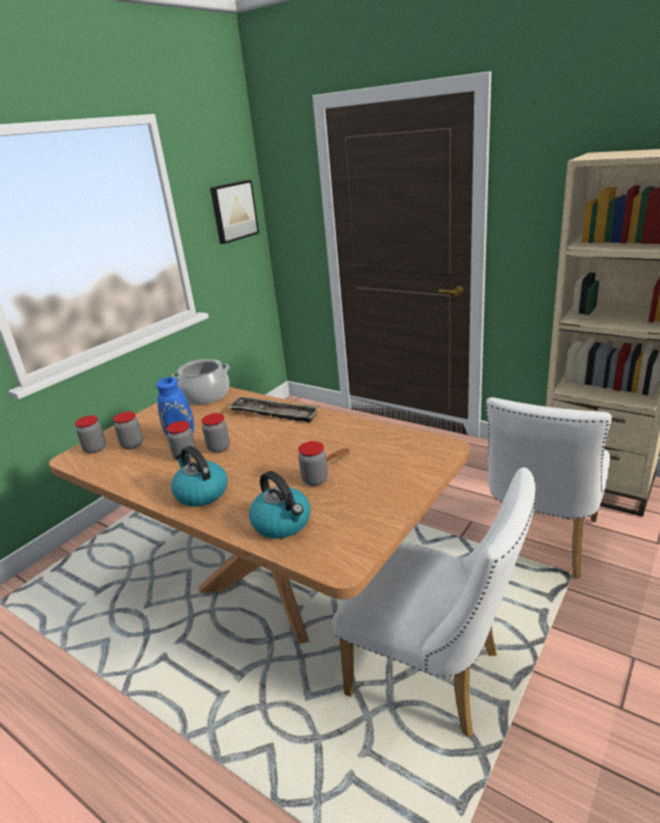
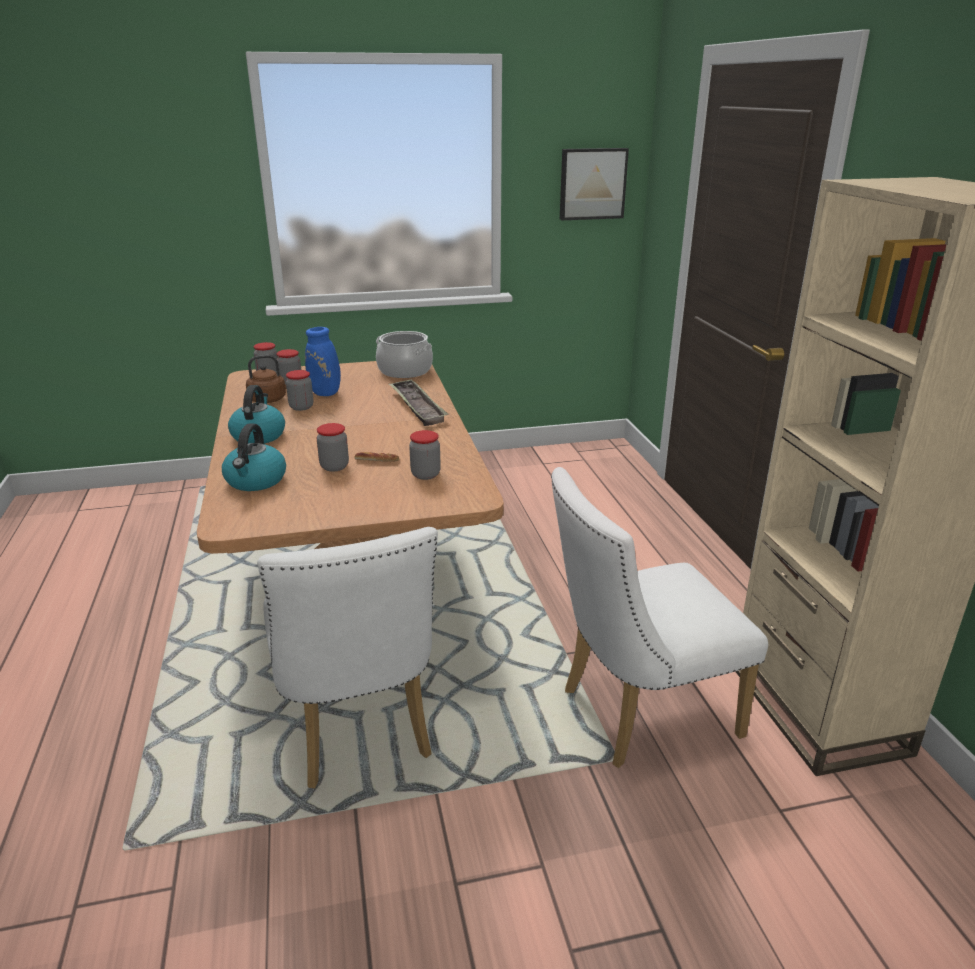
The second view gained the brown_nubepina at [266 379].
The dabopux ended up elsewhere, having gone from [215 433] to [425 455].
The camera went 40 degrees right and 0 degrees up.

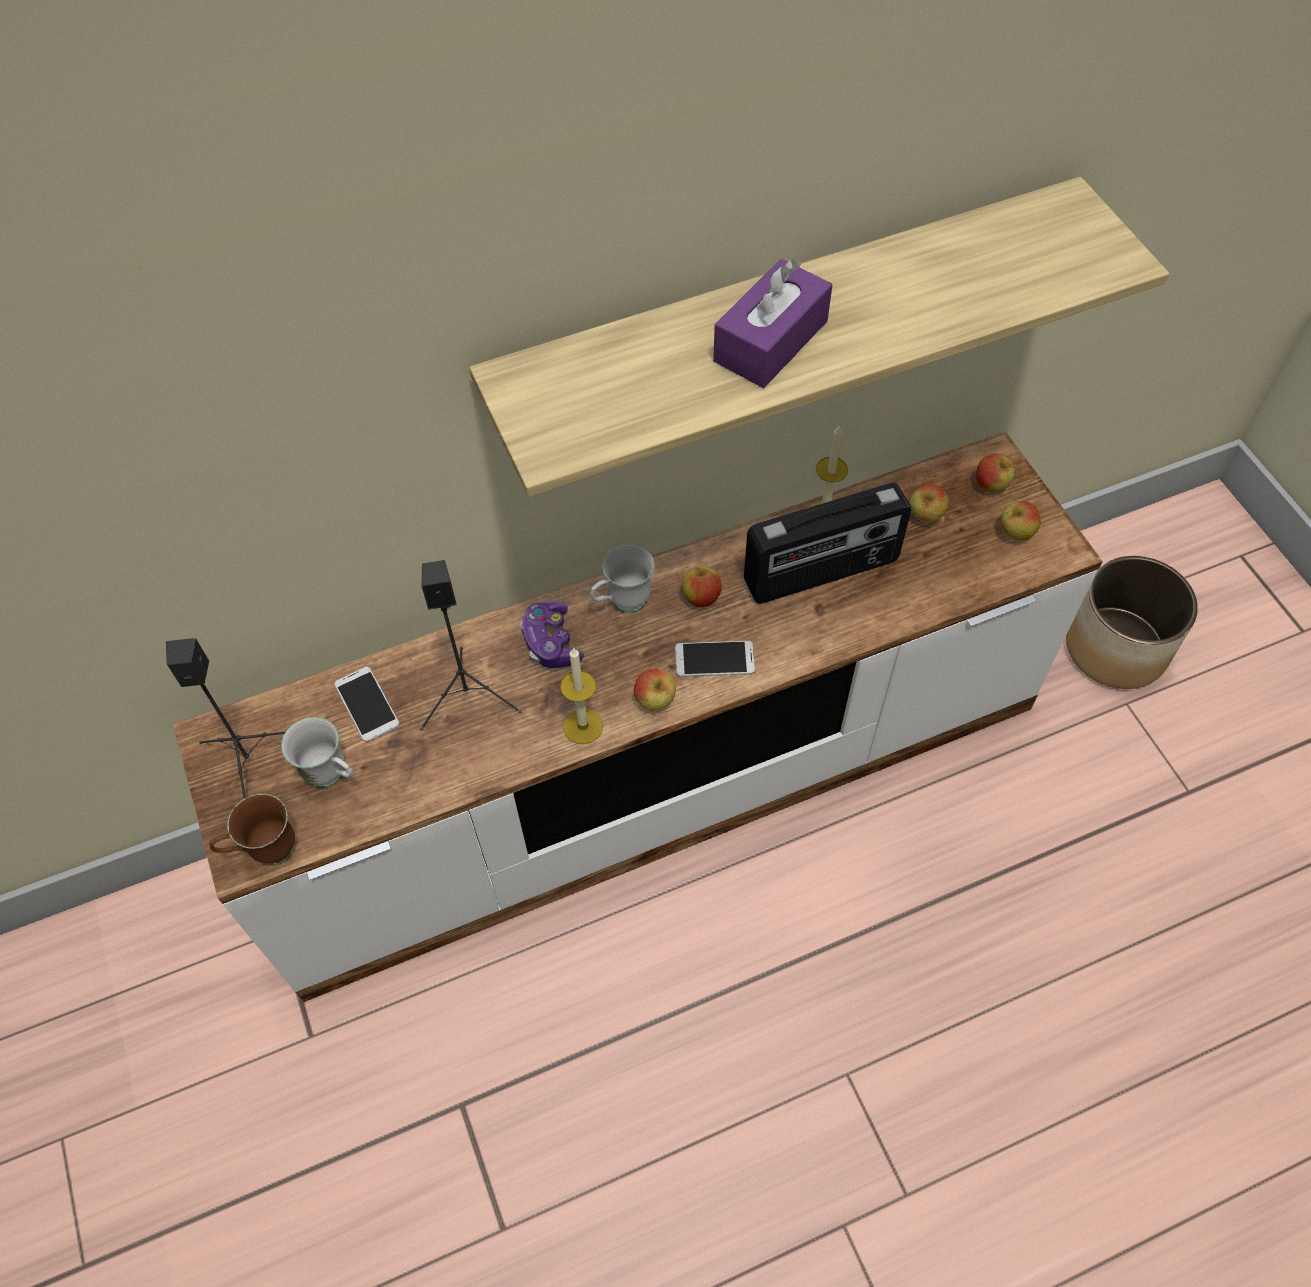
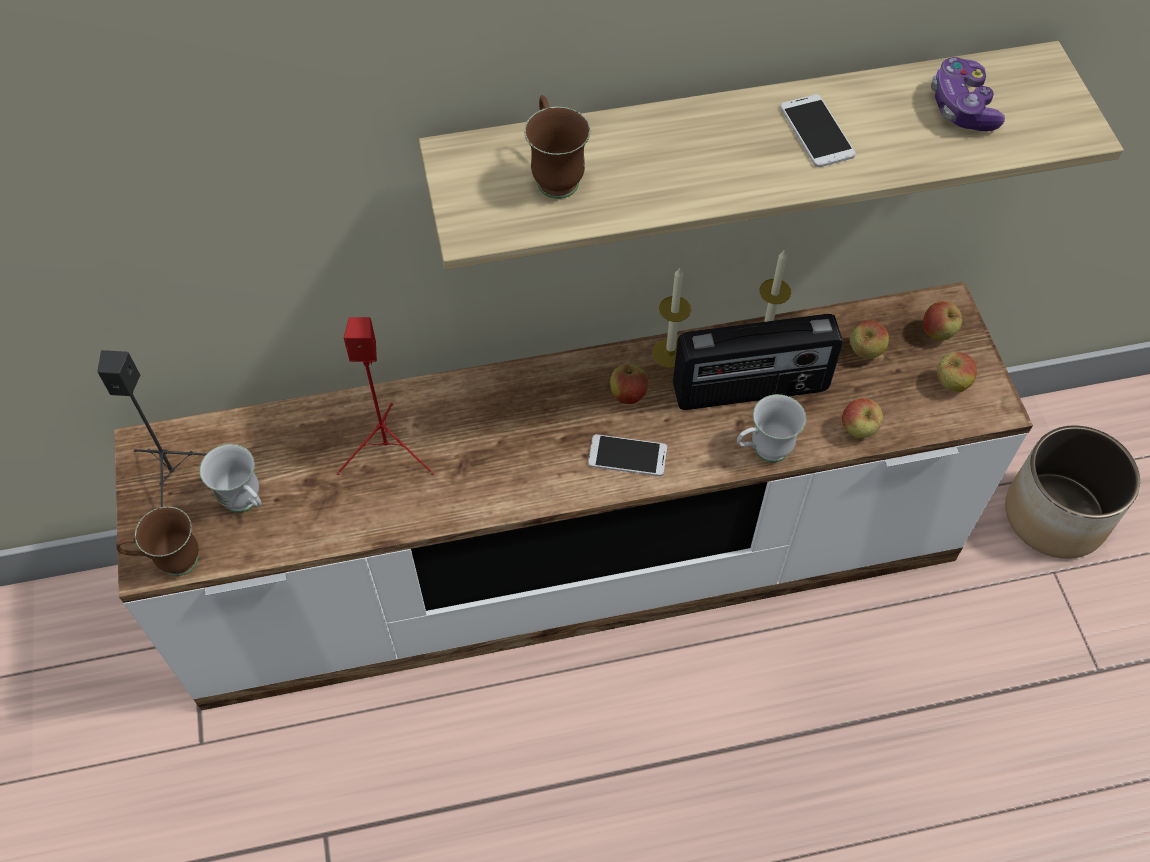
The second view lost the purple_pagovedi at [772 323].
The second view gained the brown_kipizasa at [557 147].
The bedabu ended up elsewhere, having gone from [367 704] to [818 130].
The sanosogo ended up elsewhere, having gone from [552 634] to [968 94].
The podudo ended up elsewhere, having gone from [581 696] to [671 317].
The white_kipizasa ended up elsewhere, having gone from [622 578] to [771 428].
The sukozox ended up elsewhere, having gone from [655 689] to [862 418].
What was the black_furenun at [471 645] turned into the red_furenun at [385 396].
The camera went 10 degrees right and 0 degrees up.

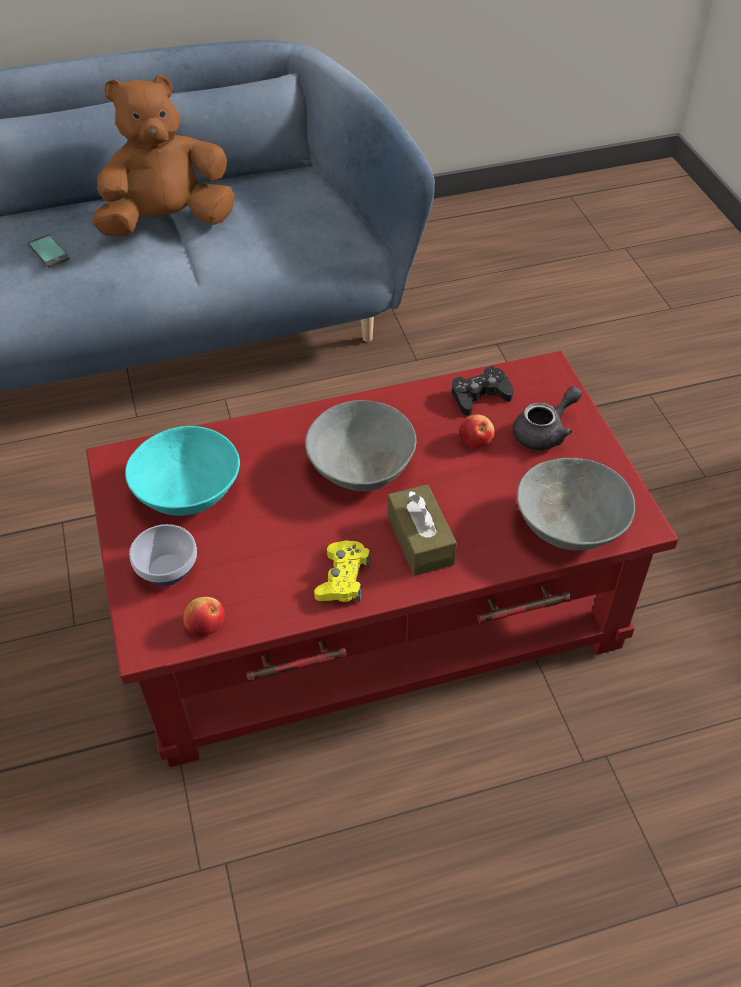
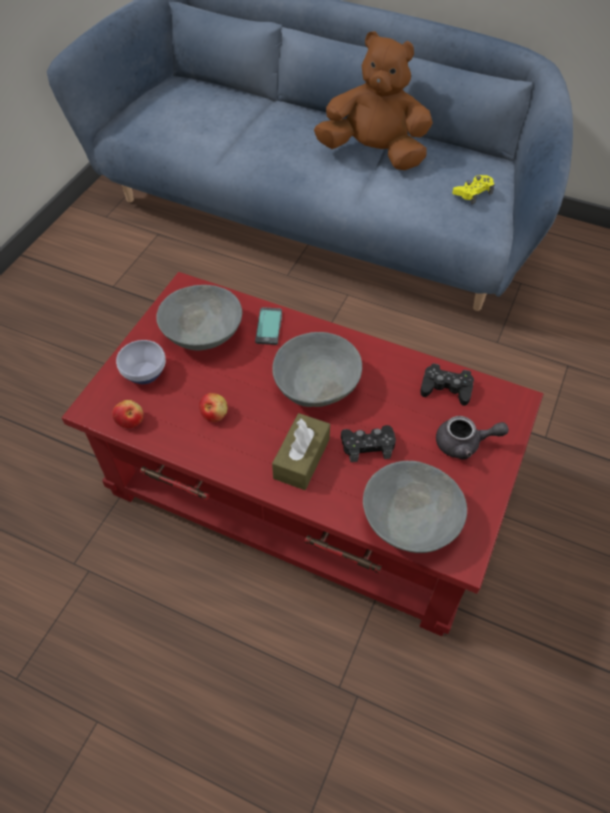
The second view gained the black_sanosogo at [368 443].
The bedabu ended up elsewhere, having gone from [48 251] to [268 326].
The yellow_sanosogo ended up elsewhere, having gone from [342 571] to [473 190].
The sukozox ended up elsewhere, having gone from [477 431] to [213 407].
What was the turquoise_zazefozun at [182 471] turned into the grey_zazefozun at [199 318].
The camera went 40 degrees right and 5 degrees up.

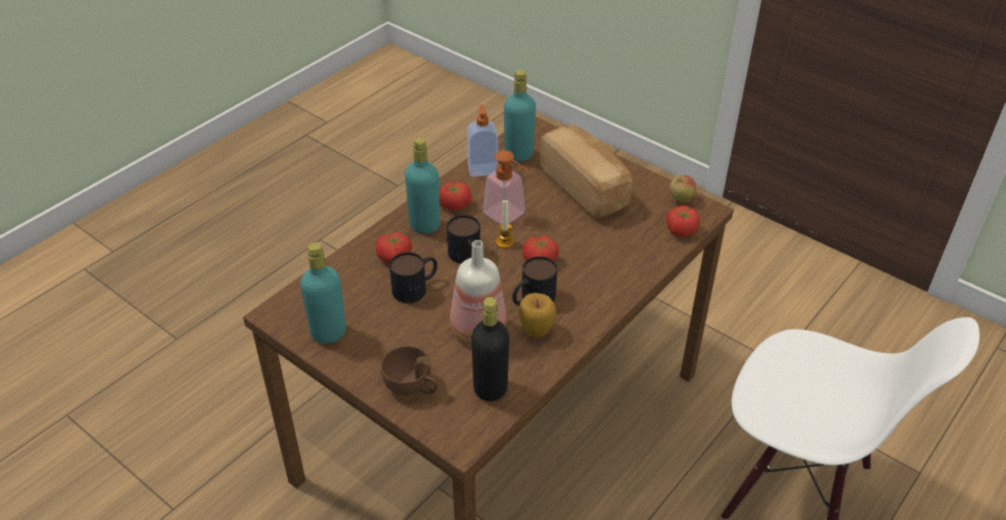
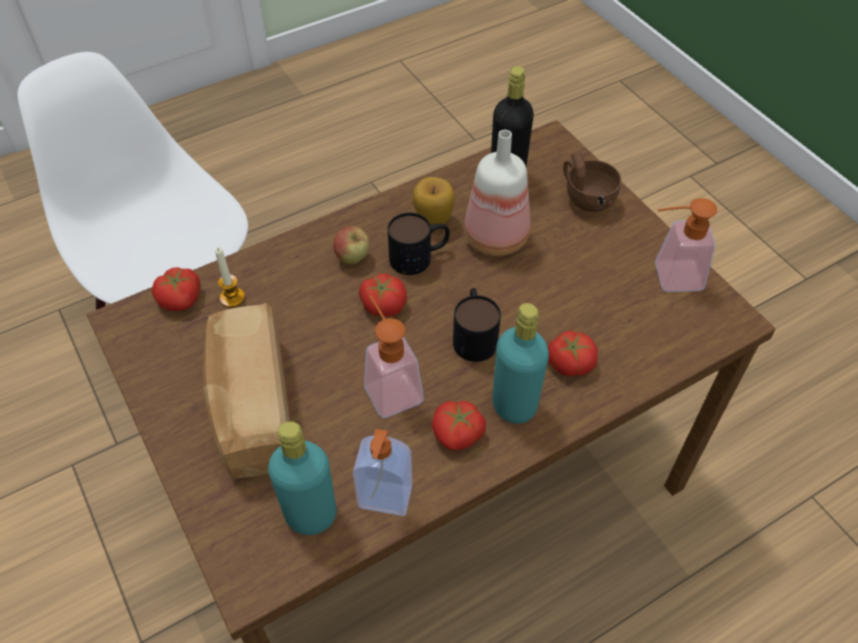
The second view lost the kipizasa at [413 277].
The podudo ended up elsewhere, having gone from [505 223] to [230 277].
The sukozox ended up elsewhere, having gone from [683 189] to [351 245].
Where the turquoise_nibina stood at [323 293], the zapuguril came to stand at [686 245].
The camera went 160 degrees left and 10 degrees up.

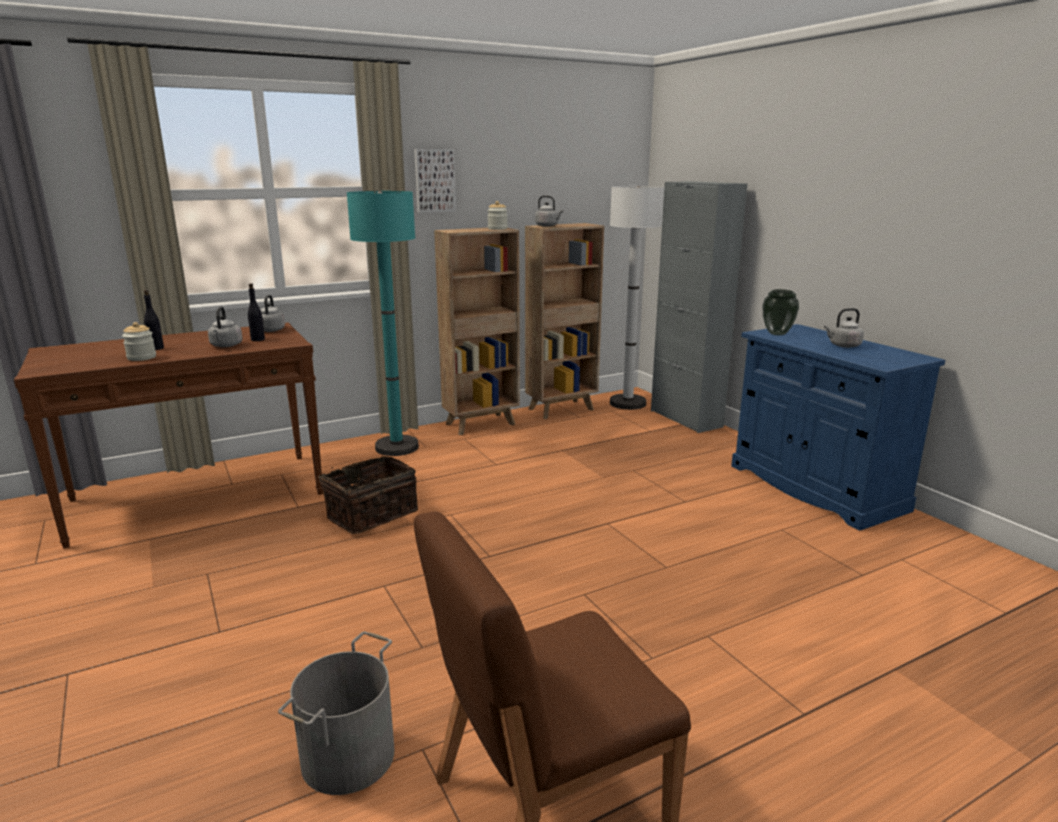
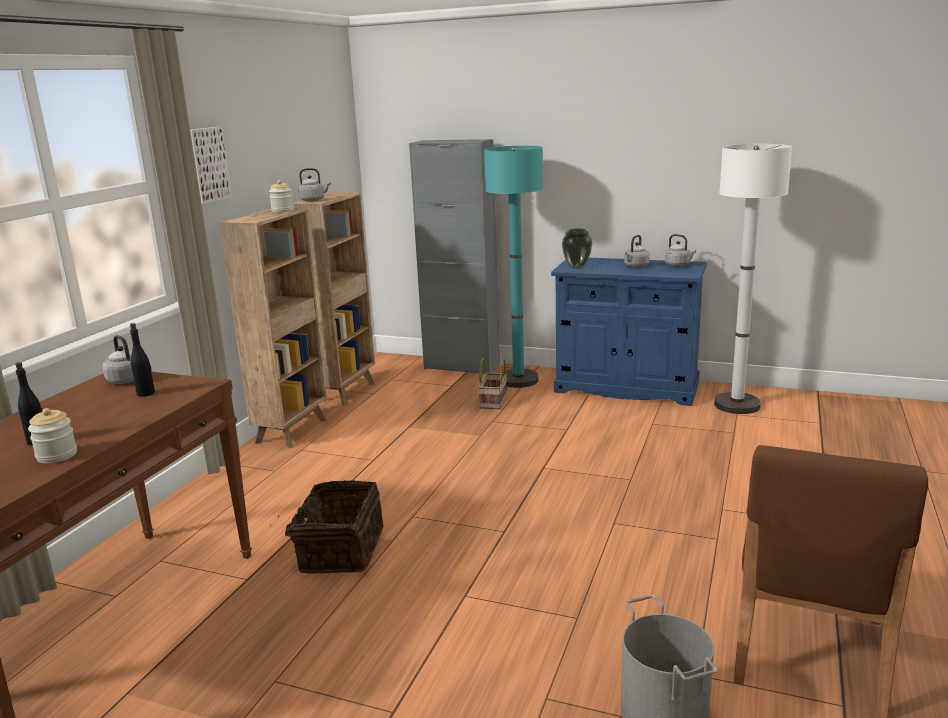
The second view gained the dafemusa at [492 383].
The grey_nubepina ended up elsewhere, having gone from [225 327] to [680 250].
The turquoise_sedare ended up elsewhere, having gone from [383 323] to [513 267].
The white_sedare ended up elsewhere, having gone from [637 298] to [753 279].
The camera went 40 degrees left and 0 degrees up.

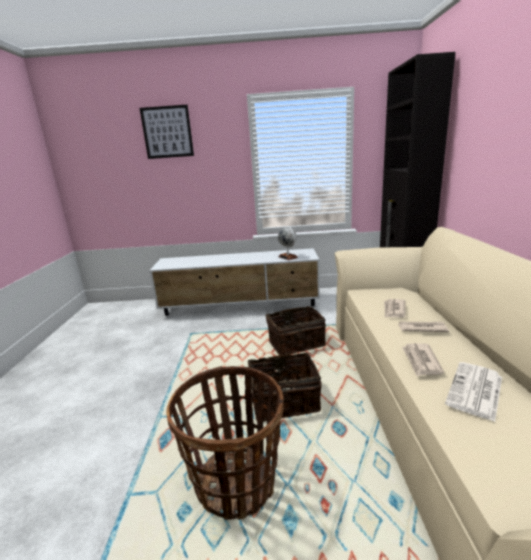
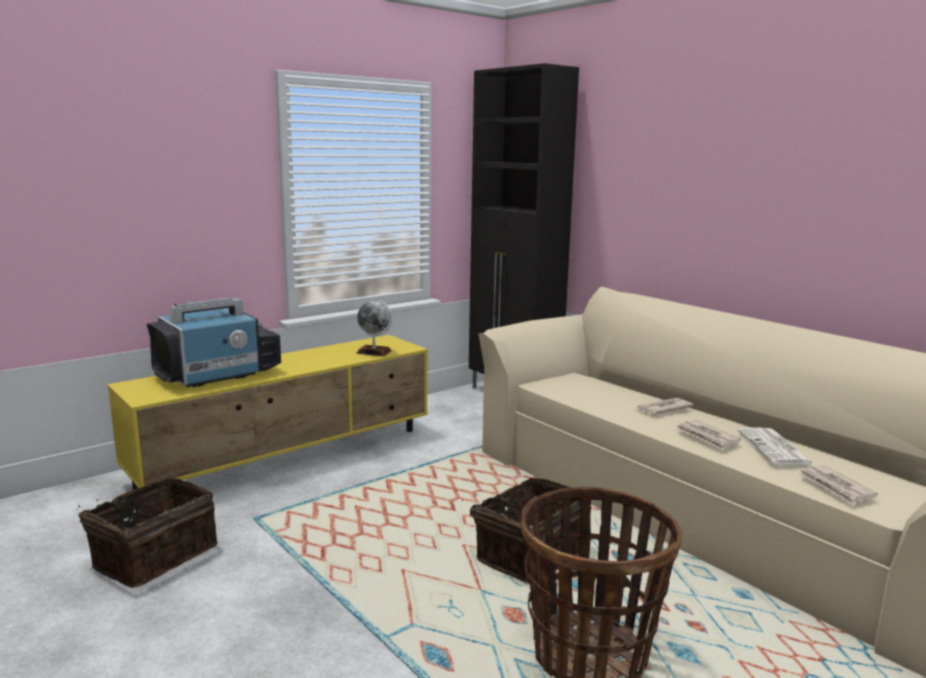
The second view lost the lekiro at [167 132].
The second view gained the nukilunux at [214 342].
The dafemusa ended up elsewhere, having gone from [295 331] to [147 533].
The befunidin ended up elsewhere, having gone from [395 308] to [838 485].
What was the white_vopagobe at [234 282] turned into the yellow_vopagobe at [267 412].
The camera went 40 degrees left and 5 degrees down.

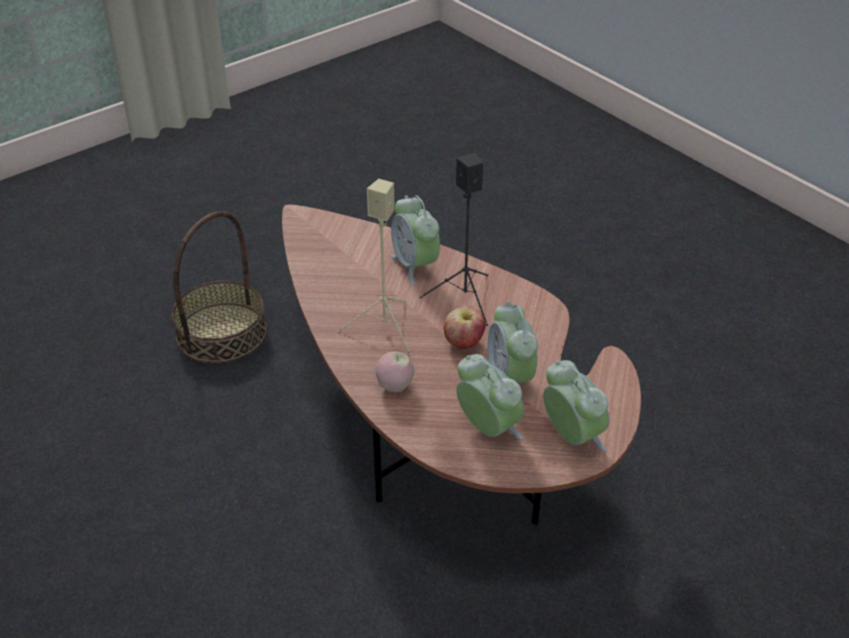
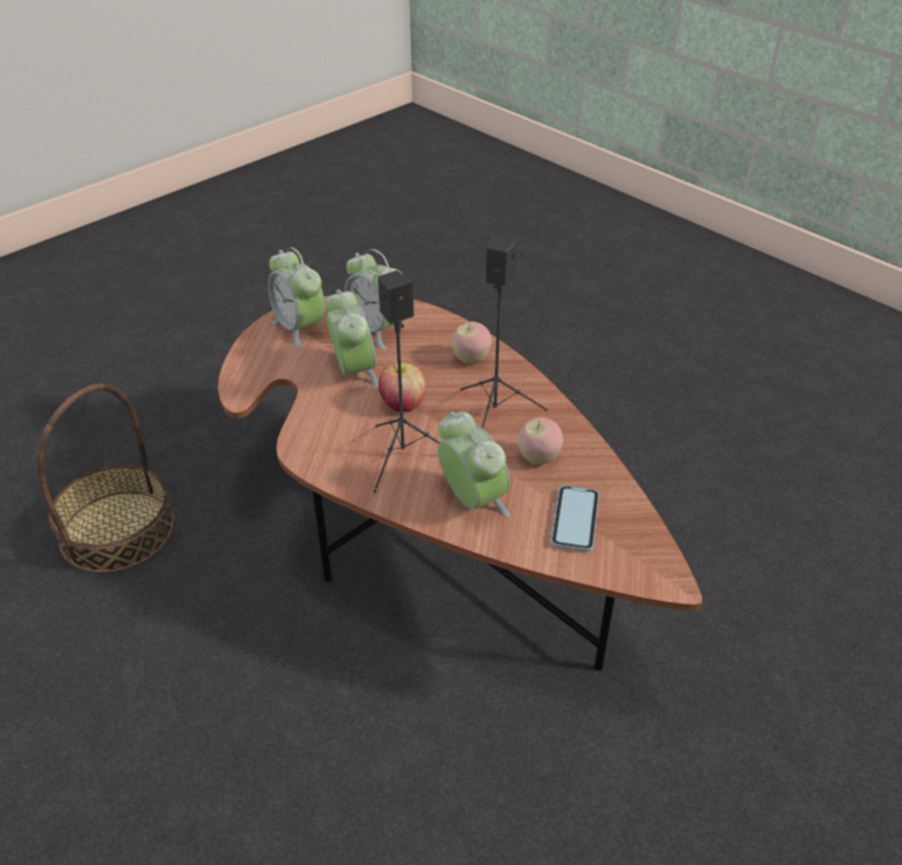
The second view gained the sukozox at [540 441].
The second view gained the bedabu at [575 519].
The dafemusa ended up elsewhere, having gone from [219 287] to [105 478].
What was the beige_furenun at [374 267] turned into the black_furenun at [504 331].
The camera went 175 degrees right and 0 degrees up.

